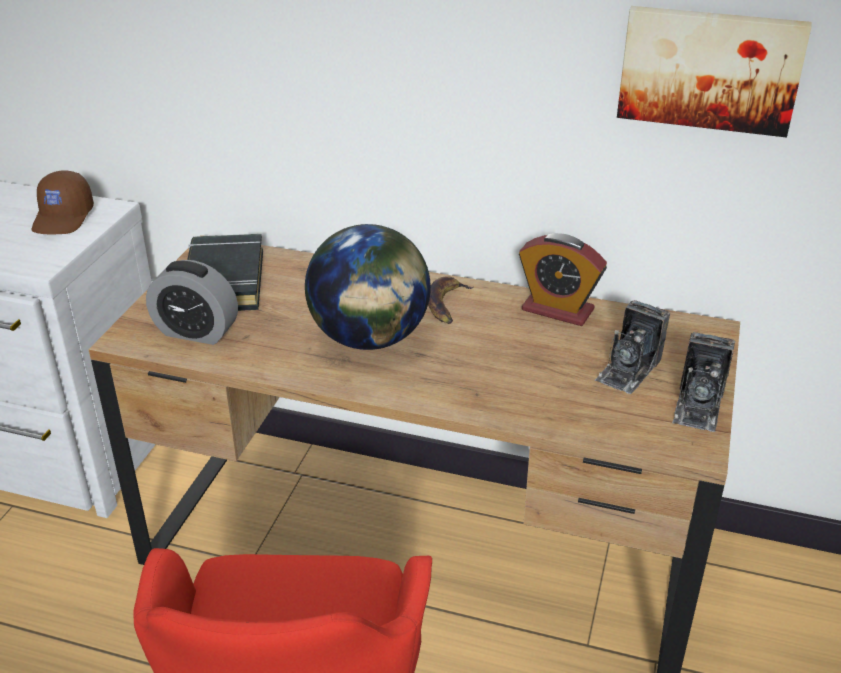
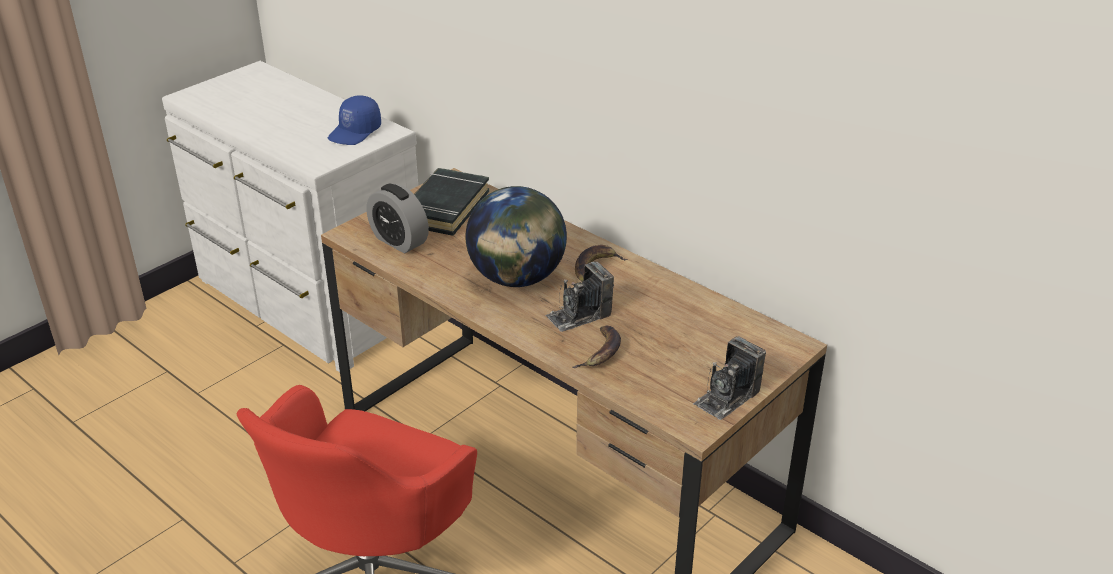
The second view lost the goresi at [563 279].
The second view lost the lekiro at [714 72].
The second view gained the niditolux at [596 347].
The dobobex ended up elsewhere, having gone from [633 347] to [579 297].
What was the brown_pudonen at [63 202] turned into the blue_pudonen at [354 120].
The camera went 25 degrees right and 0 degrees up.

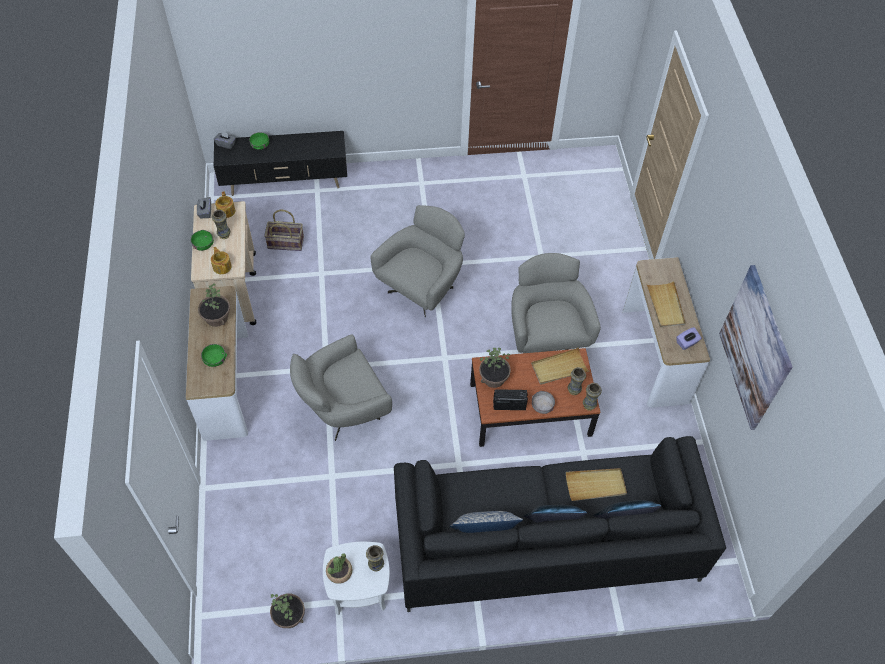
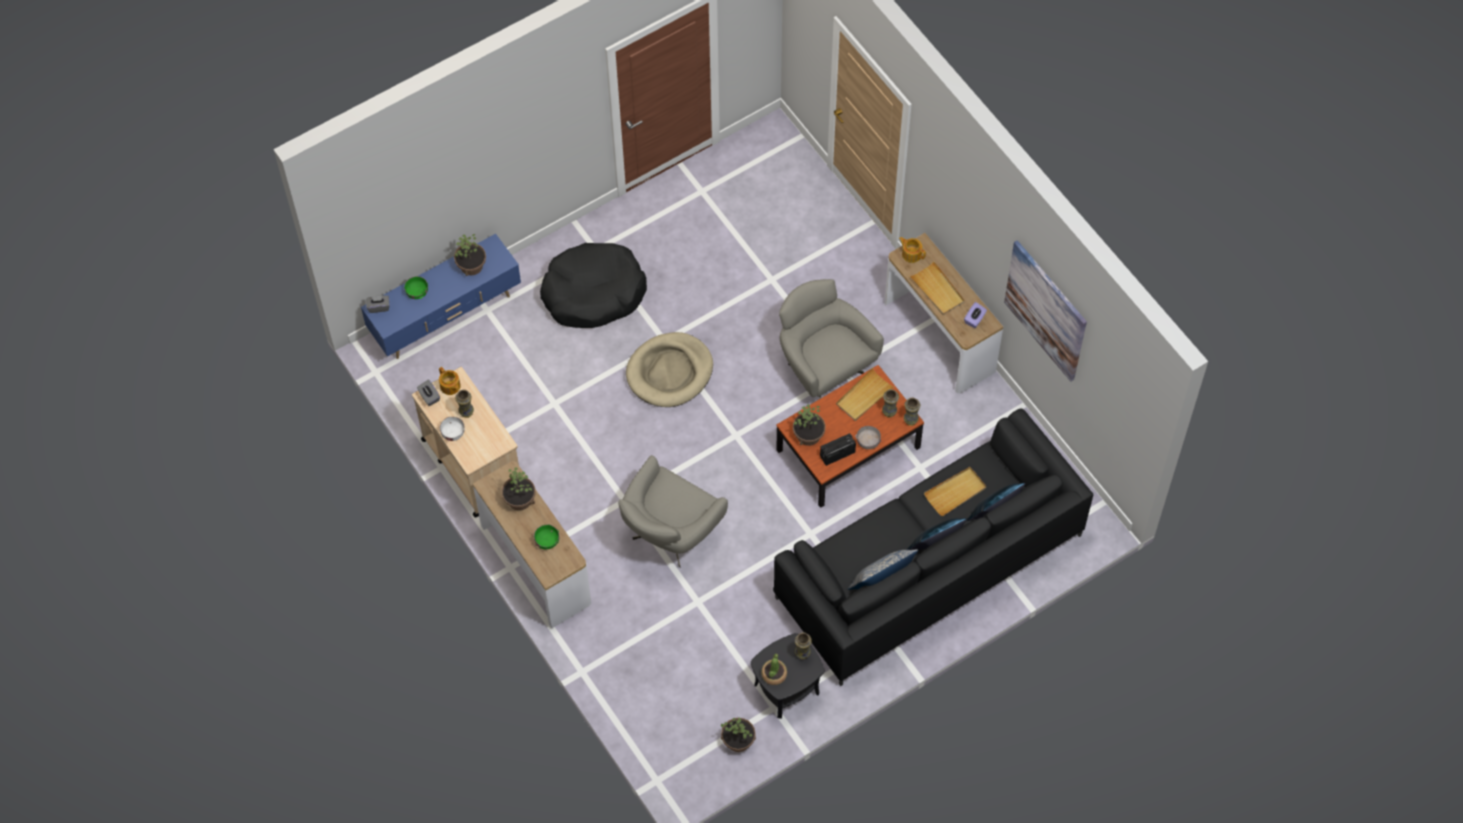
The second view lost the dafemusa at [284 230].
The second view gained the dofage at [470 255].
The second view gained the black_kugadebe at [593 285].
The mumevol ended up elsewhere, having gone from [221 260] to [912 250].
Where the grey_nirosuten stood at [418 261], the beige_kugadebe came to stand at [669 369].
What was the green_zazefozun at [202 240] turned into the white_zazefozun at [452 429].
What was the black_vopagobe at [280 163] turned into the blue_vopagobe at [441 296].
What was the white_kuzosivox at [356 579] turned into the black_kuzosivox at [787 676].
The camera went 25 degrees left and 5 degrees up.

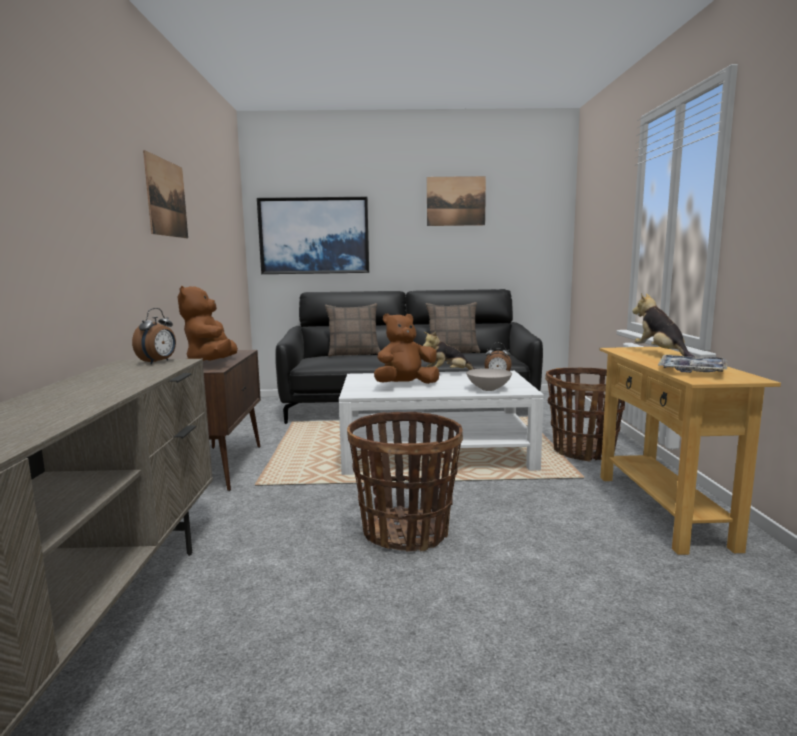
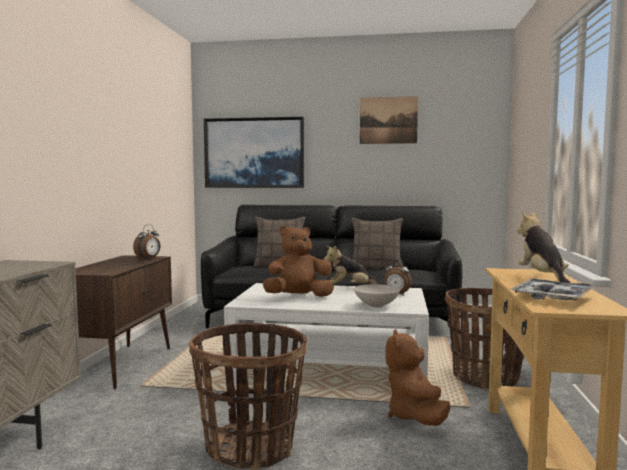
The second view lost the lekiro at [165 194].
The goresi ended up elsewhere, having gone from [154 336] to [147 242].
The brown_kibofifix ended up elsewhere, having gone from [208 323] to [417 377].
The camera went 10 degrees right and 5 degrees down.

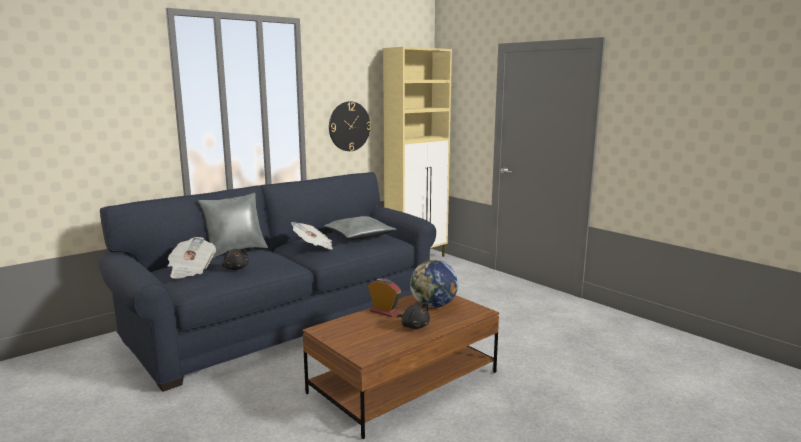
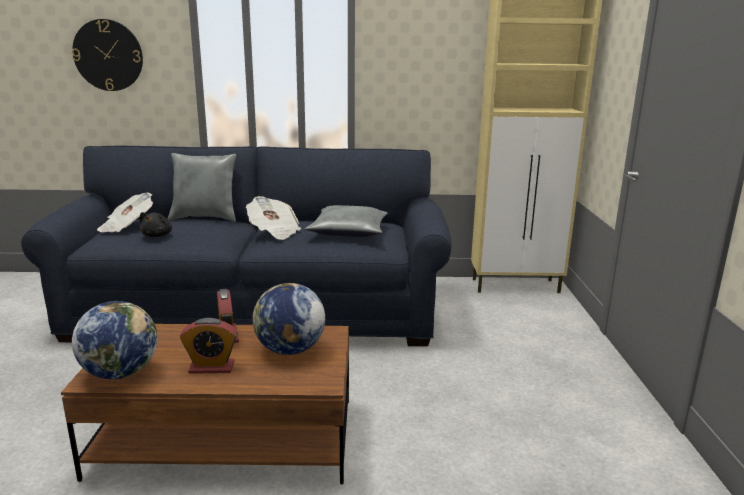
The second view gained the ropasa at [114 340].
The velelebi ended up elsewhere, having gone from [350 126] to [107 55].
Where the black_kibofifix stood at [413 316], the goresi came to stand at [209 346].
The camera went 40 degrees right and 5 degrees up.

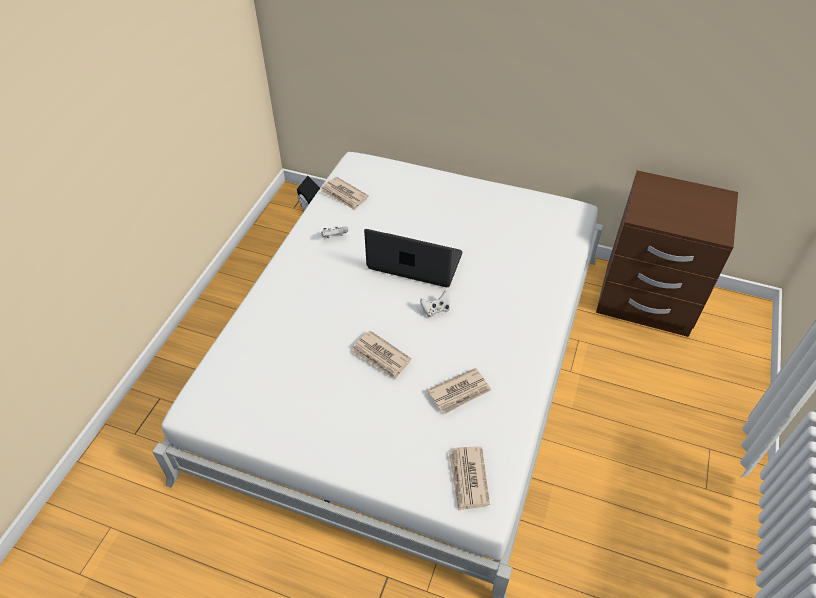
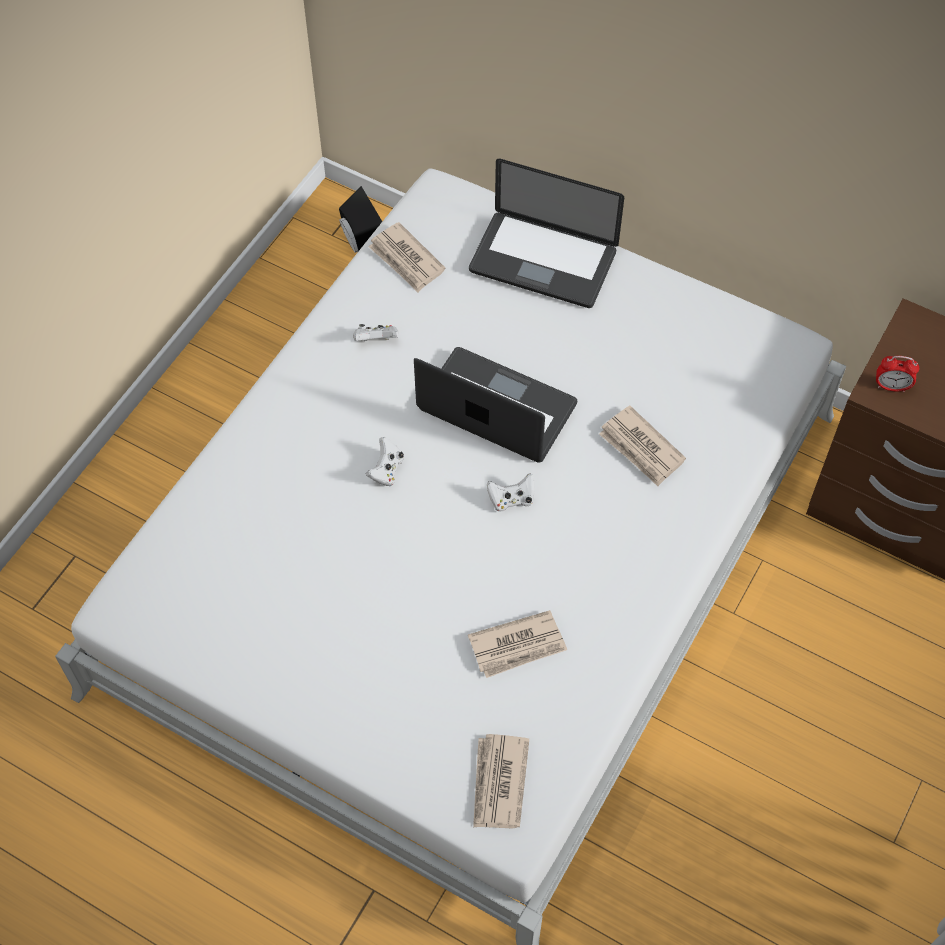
The second view gained the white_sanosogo at [385 462].
The second view gained the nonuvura at [546 233].
The second view gained the goresi at [897 374].
The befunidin ended up elsewhere, having gone from [381 355] to [642 446].
The camera went 10 degrees right and 10 degrees up.

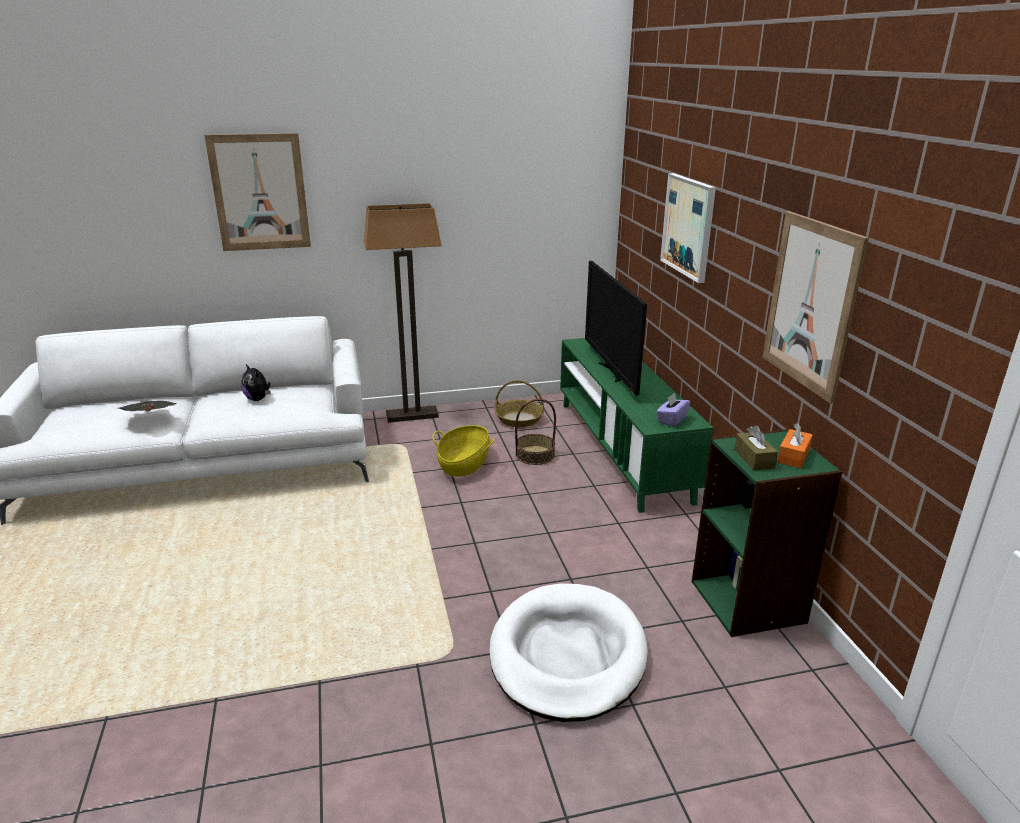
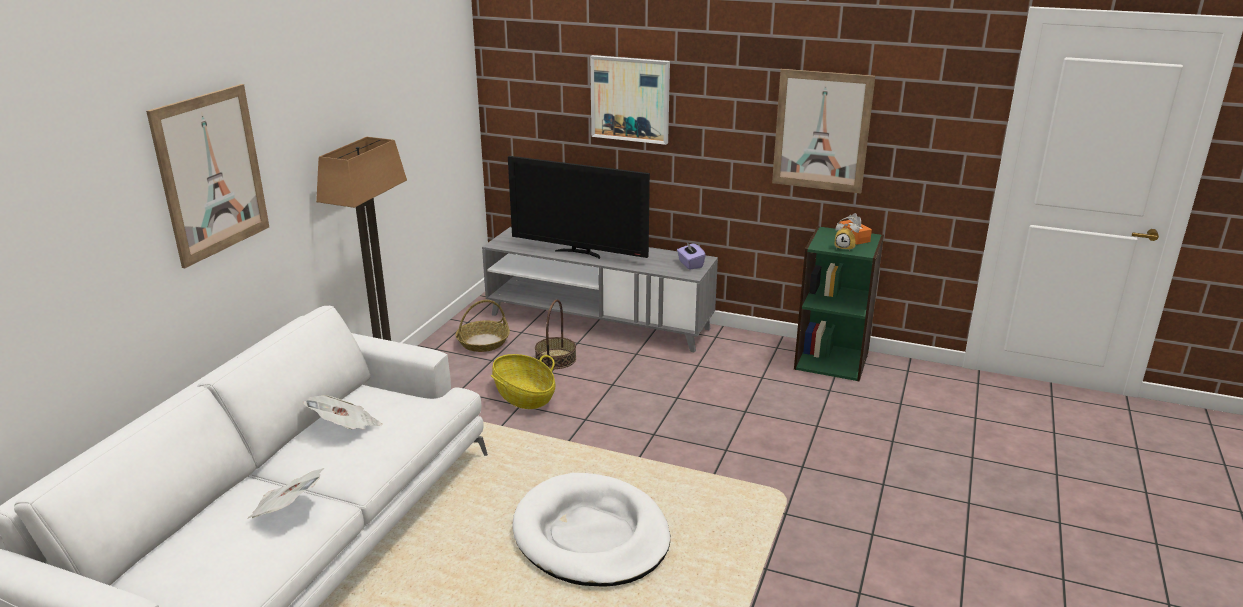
The white_kugadebe ended up elsewhere, having gone from [568 652] to [591 530].
Where the kibofifix stood at [256 382], the befunidin came to stand at [343 412].
Where the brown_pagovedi stood at [756 447], the goresi came to stand at [846 234].
What was the green_vopagobe at [636 425] turned into the grey_vopagobe at [600 290].
The camera went 55 degrees left and 0 degrees up.

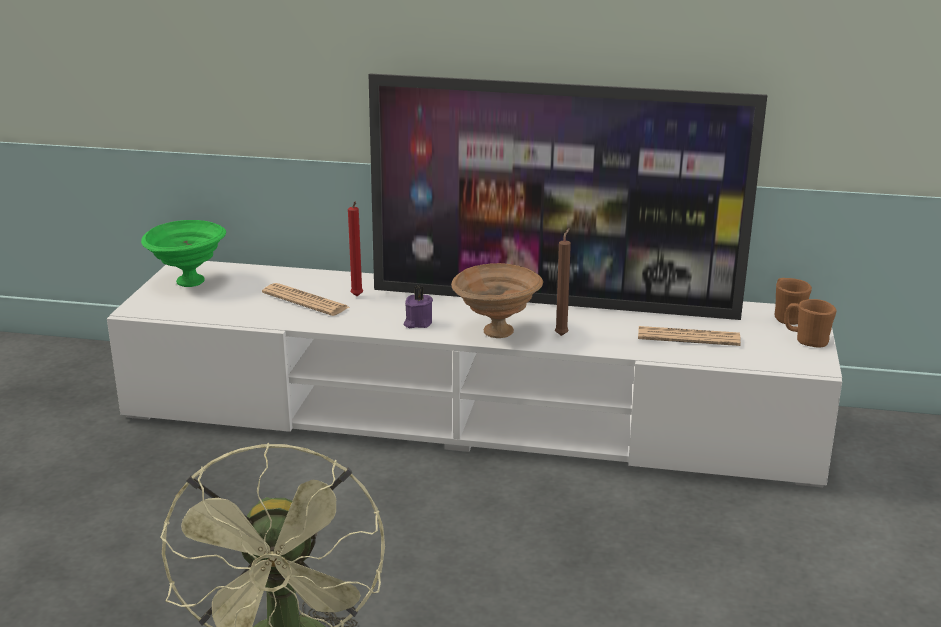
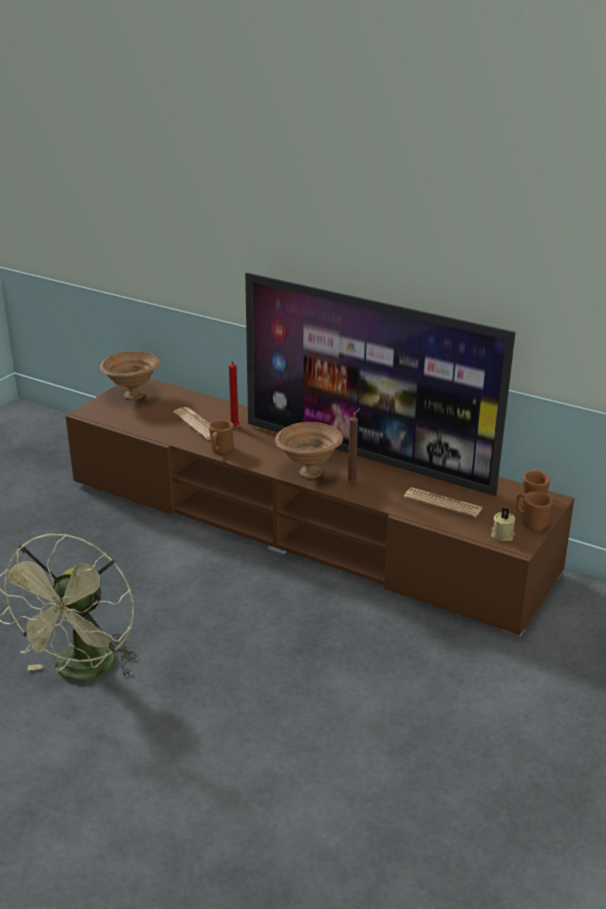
The second view lost the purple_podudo at [418 307].
The second view gained the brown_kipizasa at [221 436].
The second view gained the beige_podudo at [503 524].
What was the white_vopagobe at [474 374] turned into the brown_vopagobe at [320 507].
What was the green_zazefozun at [183 253] turned into the brown_zazefozun at [130 375].
The camera went 20 degrees right and 5 degrees up.

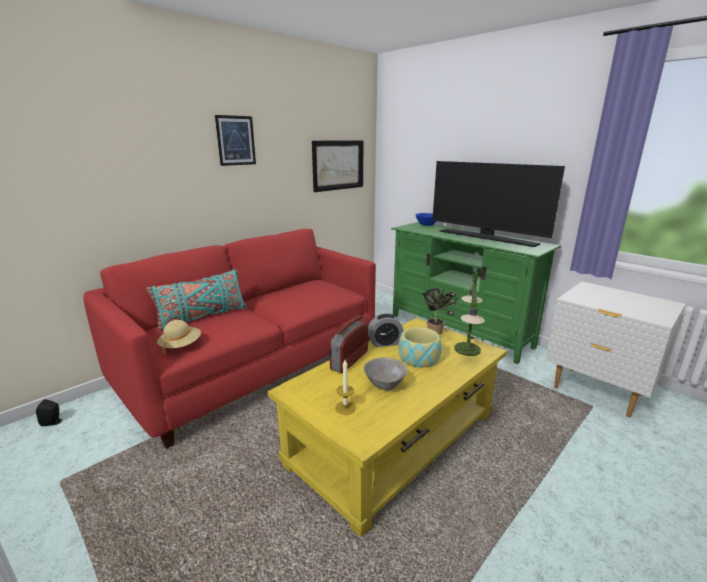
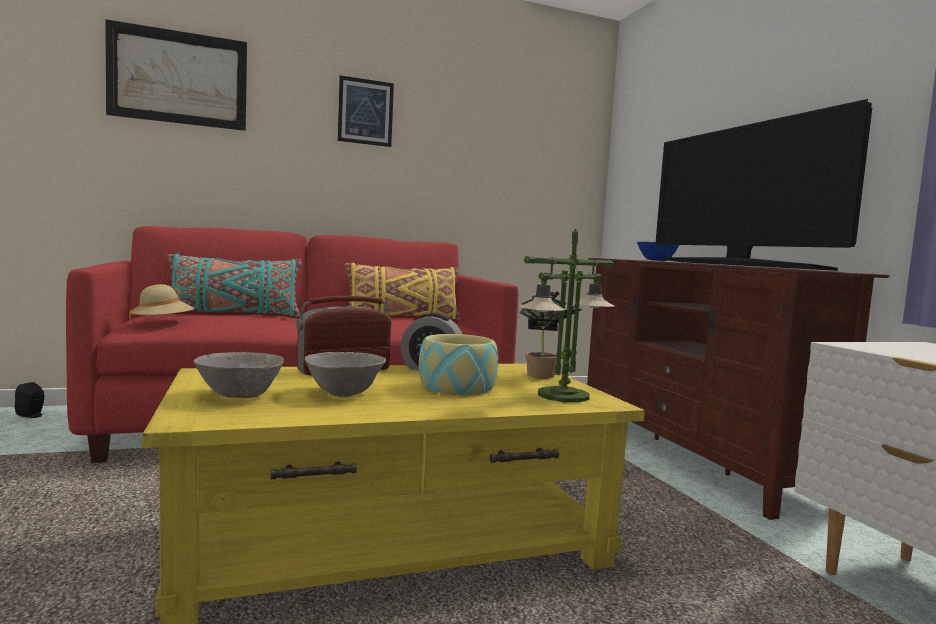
The second view gained the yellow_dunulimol at [403 291].
The lekiro ended up elsewhere, having gone from [337 166] to [176 75].
Where the podudo stood at [345 387], the grey_zazefozun came to stand at [239 375].
What was the green_vopagobe at [476 293] turned into the brown_vopagobe at [738 389].
The camera went 25 degrees right and 15 degrees down.

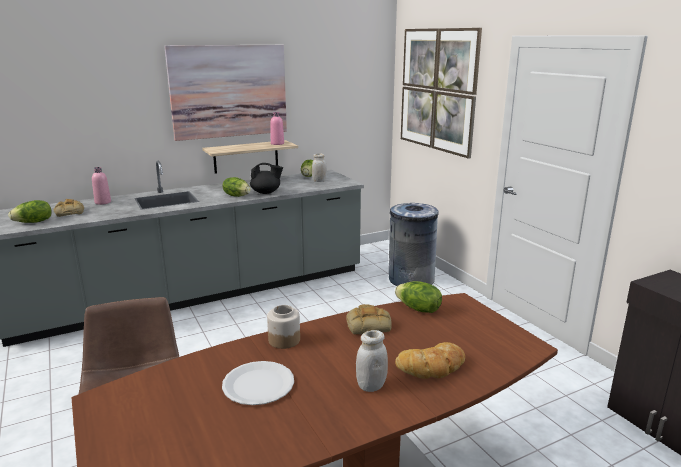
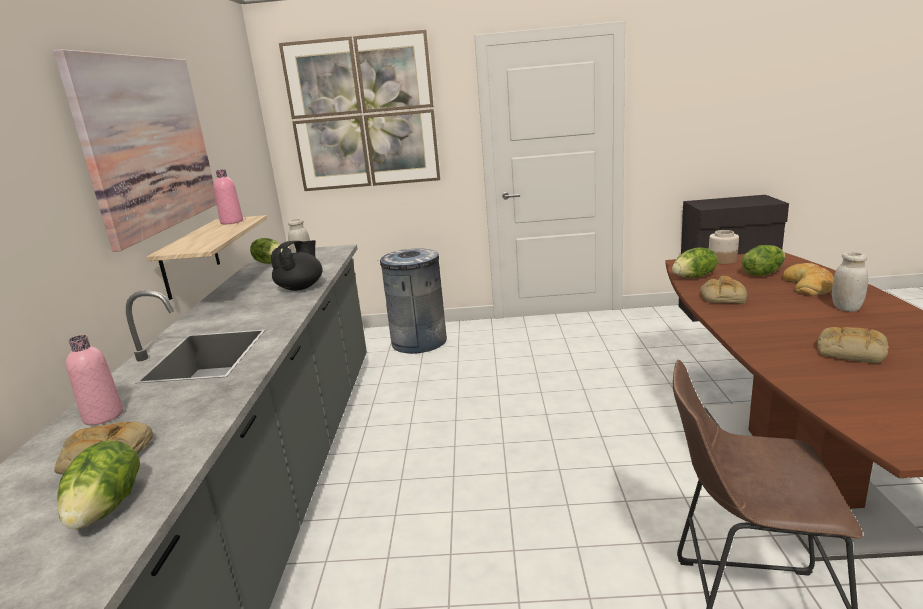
The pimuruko ended up elsewhere, having gone from [236 187] to [763 260].
The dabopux ended up elsewhere, having gone from [283 327] to [724 247].
Where the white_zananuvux stood at [258 383], the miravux came to stand at [853 345].
The camera went 60 degrees left and 0 degrees up.

